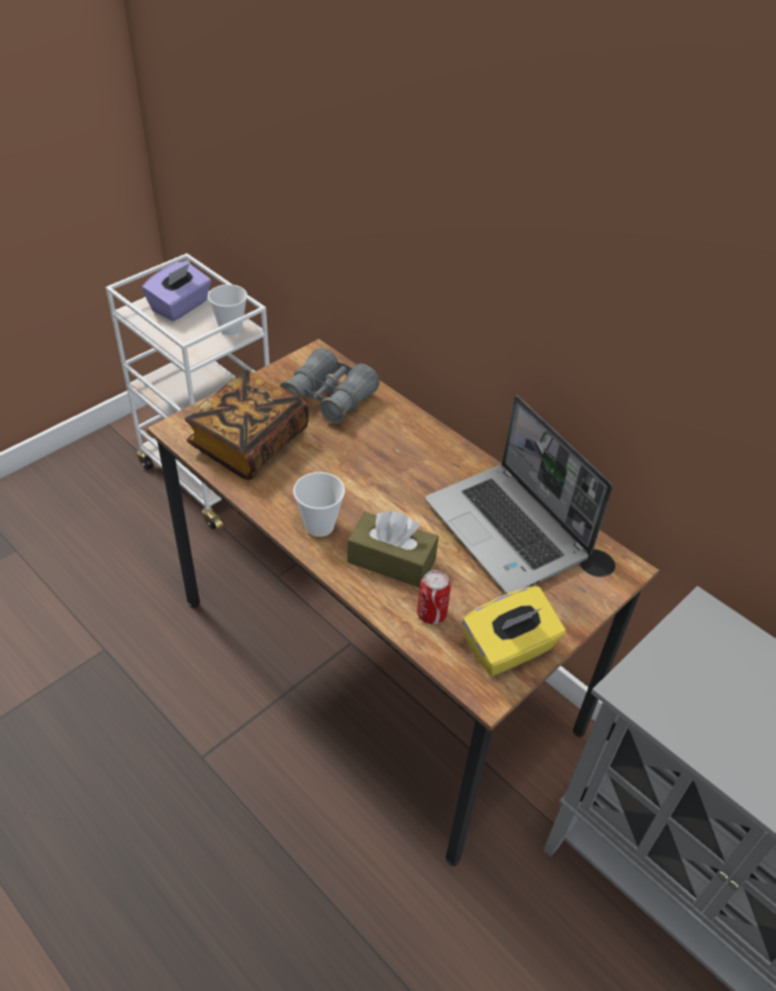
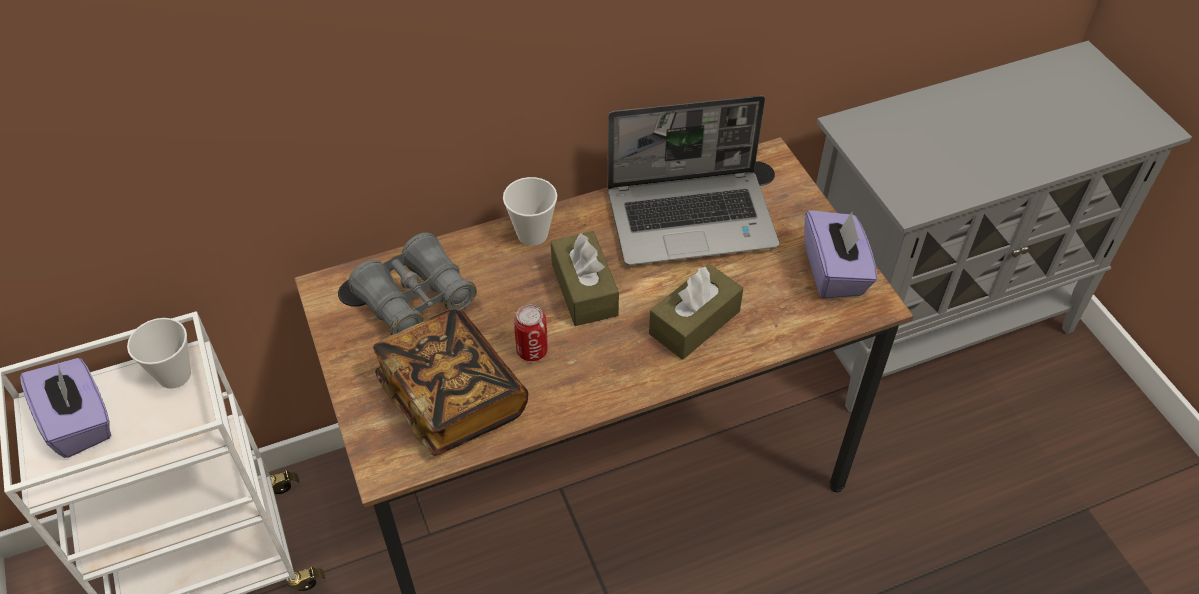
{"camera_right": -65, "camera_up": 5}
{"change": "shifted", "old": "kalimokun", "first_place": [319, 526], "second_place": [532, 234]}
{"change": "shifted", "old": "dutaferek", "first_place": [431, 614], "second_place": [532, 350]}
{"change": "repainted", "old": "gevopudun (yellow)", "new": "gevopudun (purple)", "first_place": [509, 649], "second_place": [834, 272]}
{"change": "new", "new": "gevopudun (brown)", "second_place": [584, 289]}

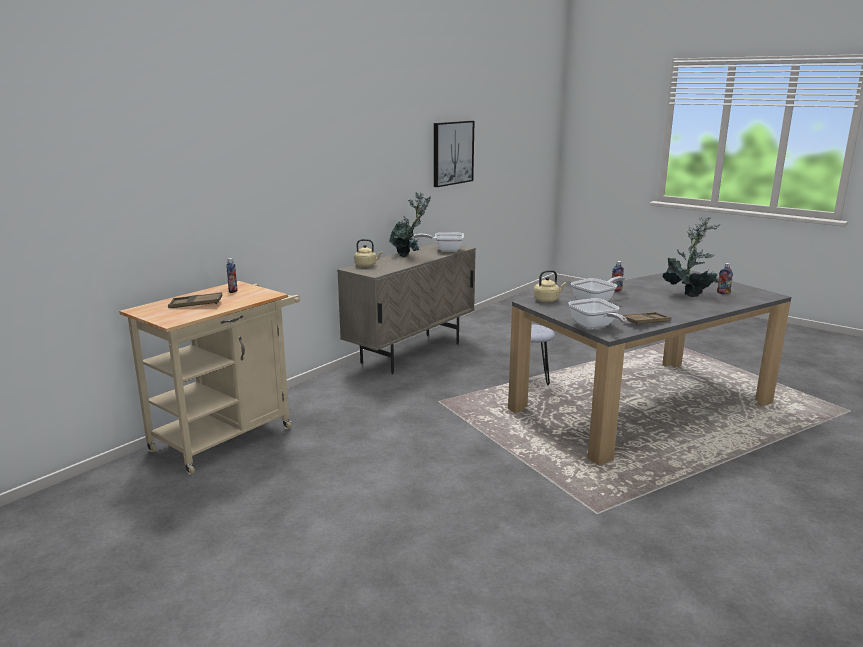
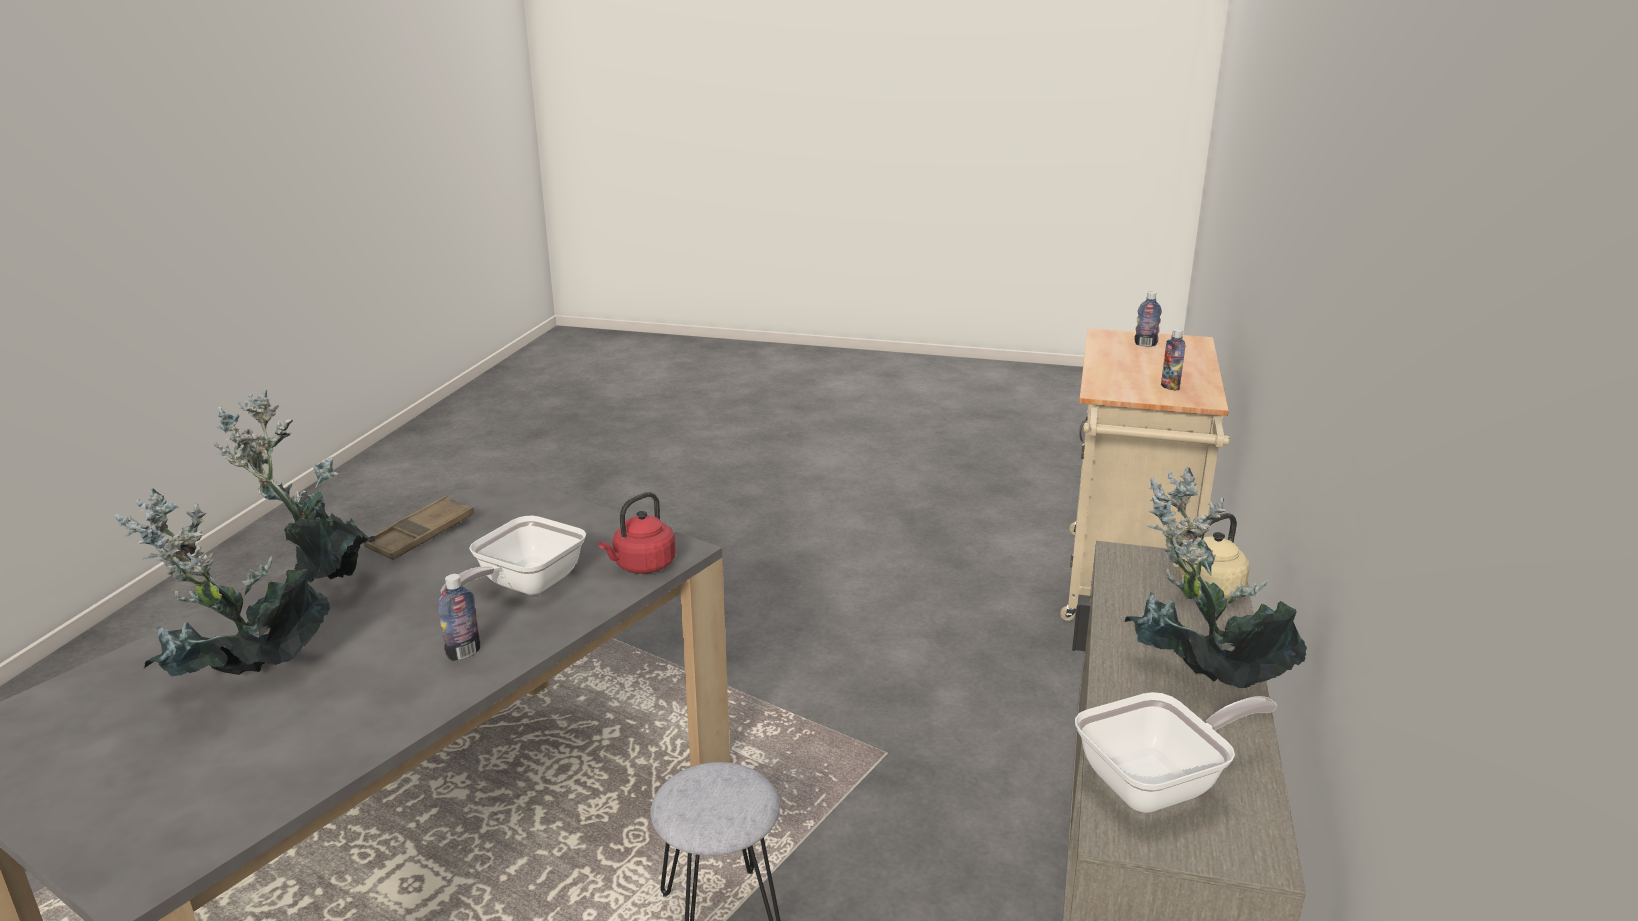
{"camera_right": 155, "camera_up": 5}
{"change": "gone", "old": "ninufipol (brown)", "first_place": [196, 304]}
{"change": "gone", "old": "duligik", "first_place": [452, 153]}
{"change": "repainted", "old": "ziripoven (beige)", "new": "ziripoven (red)", "first_place": [547, 300], "second_place": [642, 566]}
{"change": "gone", "old": "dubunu", "first_place": [594, 326]}
{"change": "shifted", "old": "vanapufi", "first_place": [723, 293], "second_place": [1145, 344]}
{"change": "new", "new": "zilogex", "second_place": [321, 580]}

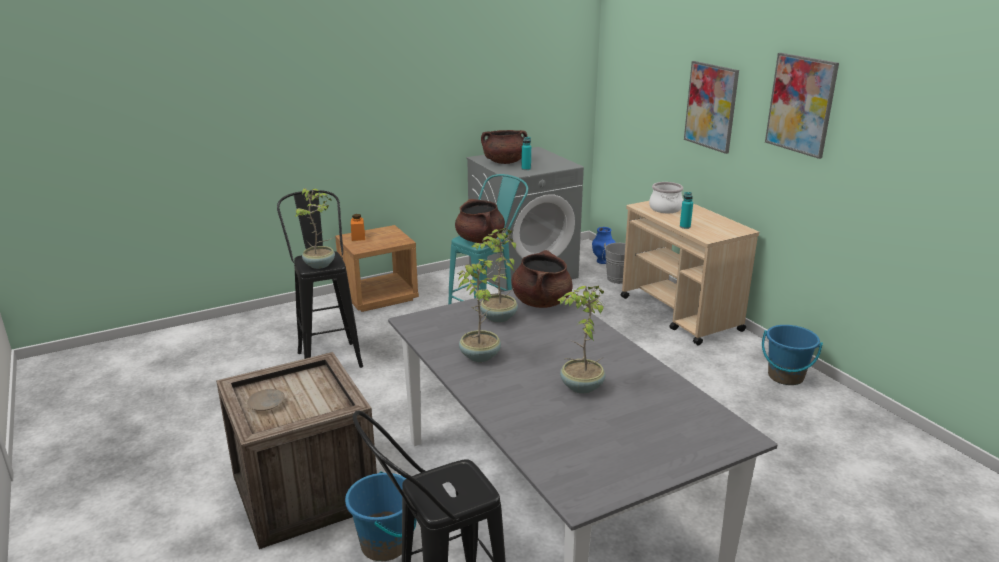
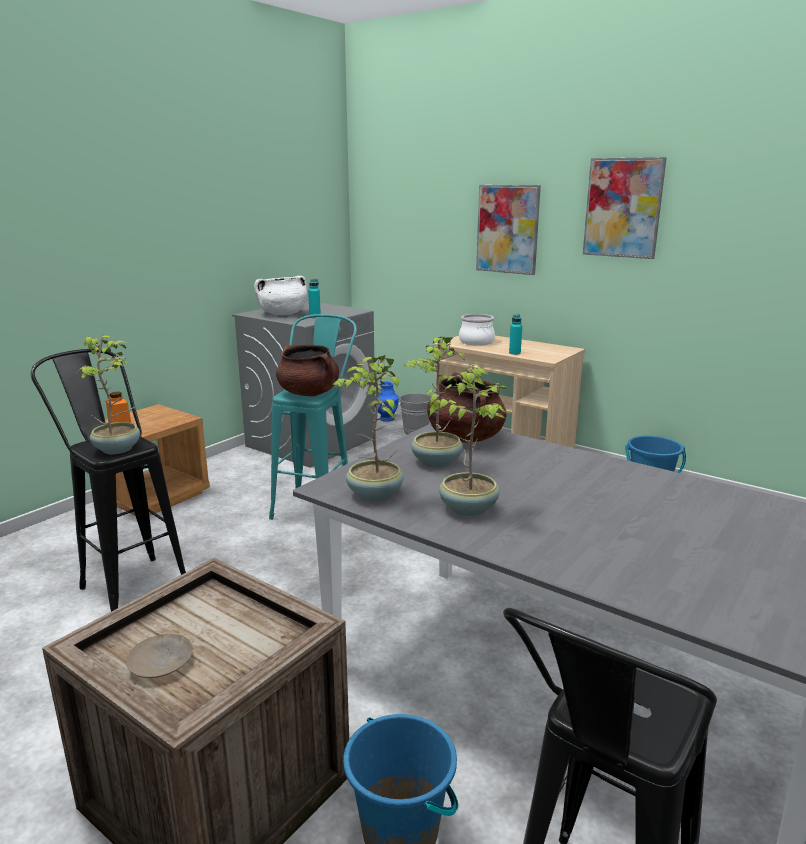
{"camera_right": -25, "camera_up": -5}
{"change": "repainted", "old": "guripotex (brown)", "new": "guripotex (white)", "first_place": [504, 162], "second_place": [283, 314]}
{"change": "shifted", "old": "zilogex", "first_place": [580, 387], "second_place": [373, 495]}

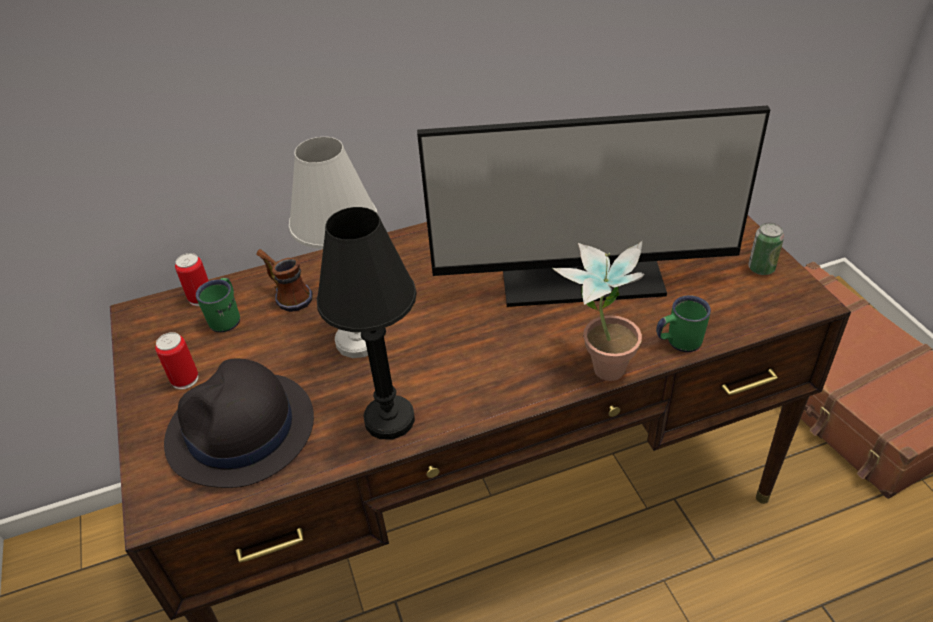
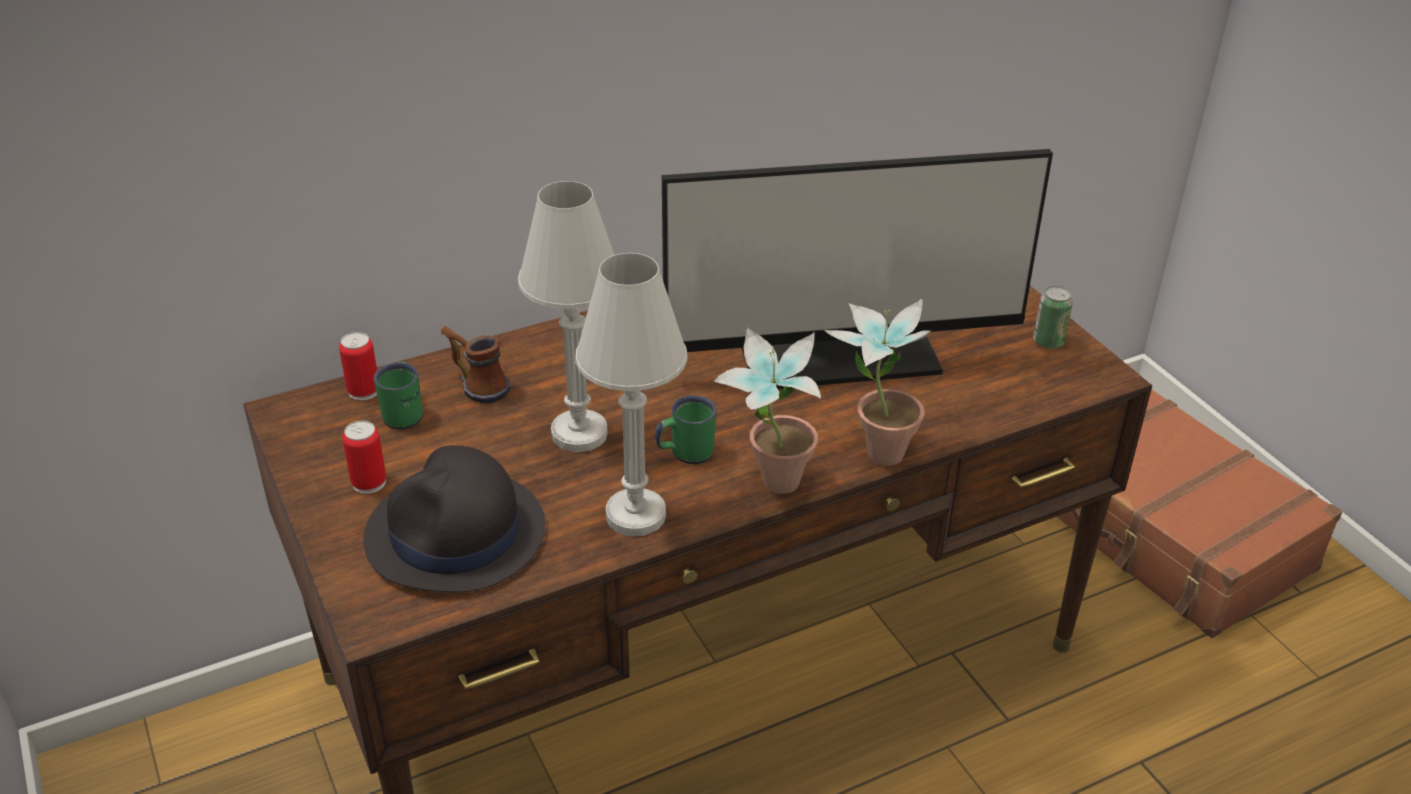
{"camera_right": -10, "camera_up": -5}
{"change": "repainted", "old": "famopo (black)", "new": "famopo (white)", "first_place": [389, 419], "second_place": [635, 515]}
{"change": "shifted", "old": "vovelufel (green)", "first_place": [678, 342], "second_place": [685, 453]}
{"change": "new", "new": "zilogex", "second_place": [768, 486]}

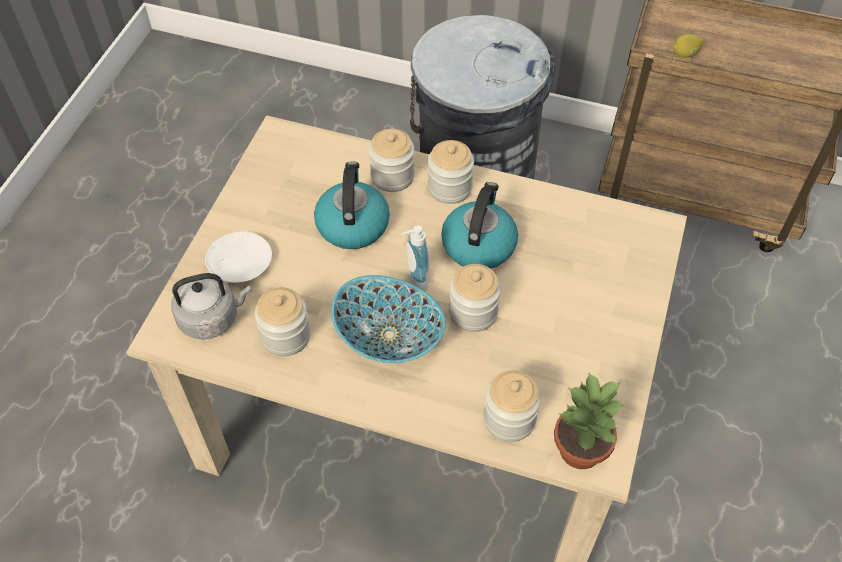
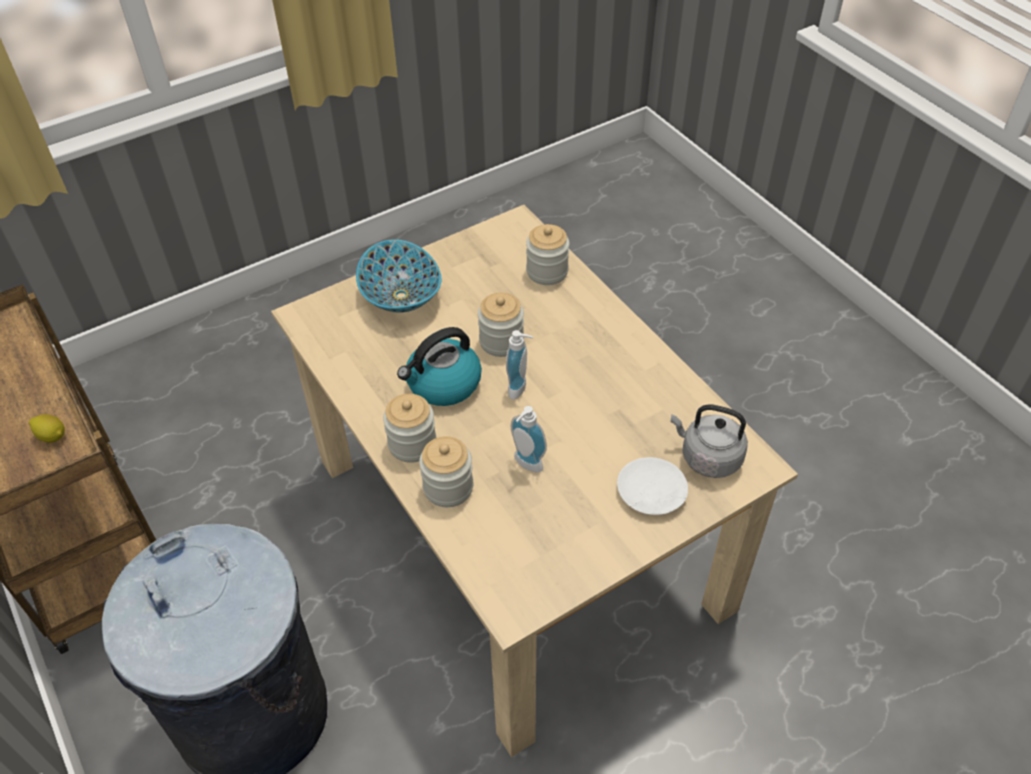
{"camera_right": -140, "camera_up": -5}
{"change": "gone", "old": "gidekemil", "first_place": [286, 336]}
{"change": "swapped", "old": "ziripoven", "new": "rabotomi", "first_place": [352, 224], "second_place": [525, 465]}
{"change": "shifted", "old": "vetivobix", "first_place": [388, 336], "second_place": [402, 295]}
{"change": "gone", "old": "zilogex", "first_place": [581, 448]}

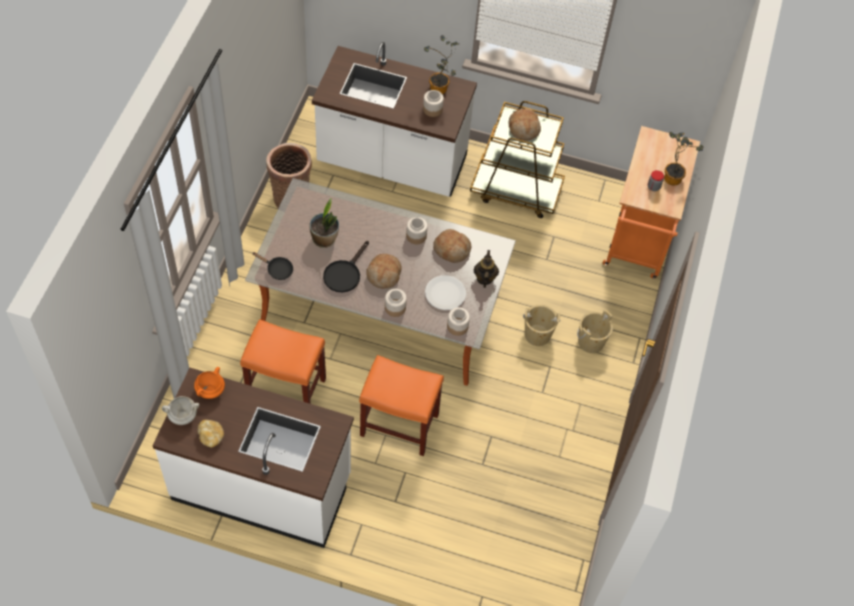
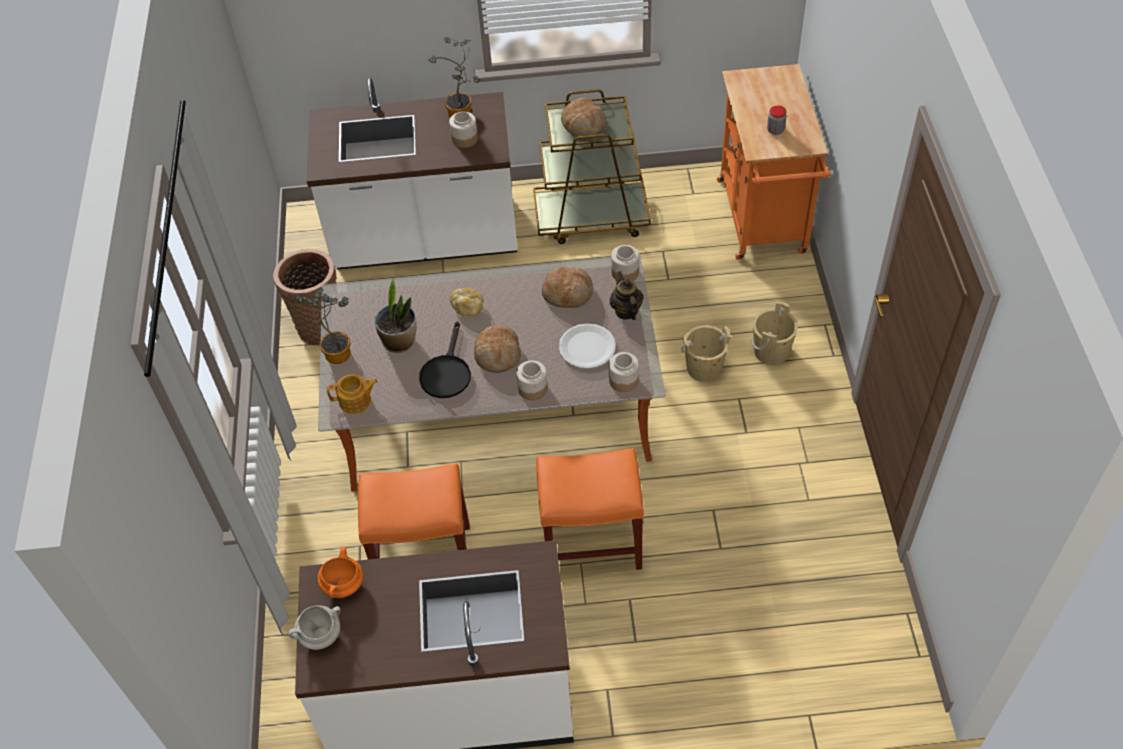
{"camera_right": -15, "camera_up": -5}
{"change": "shifted", "old": "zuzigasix", "first_place": [211, 436], "second_place": [468, 307]}
{"change": "swapped", "old": "dubunu (black)", "new": "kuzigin", "first_place": [277, 270], "second_place": [356, 401]}
{"change": "shifted", "old": "gidekemil", "first_place": [416, 236], "second_place": [624, 272]}
{"change": "shifted", "old": "zilogex", "first_place": [673, 176], "second_place": [337, 351]}

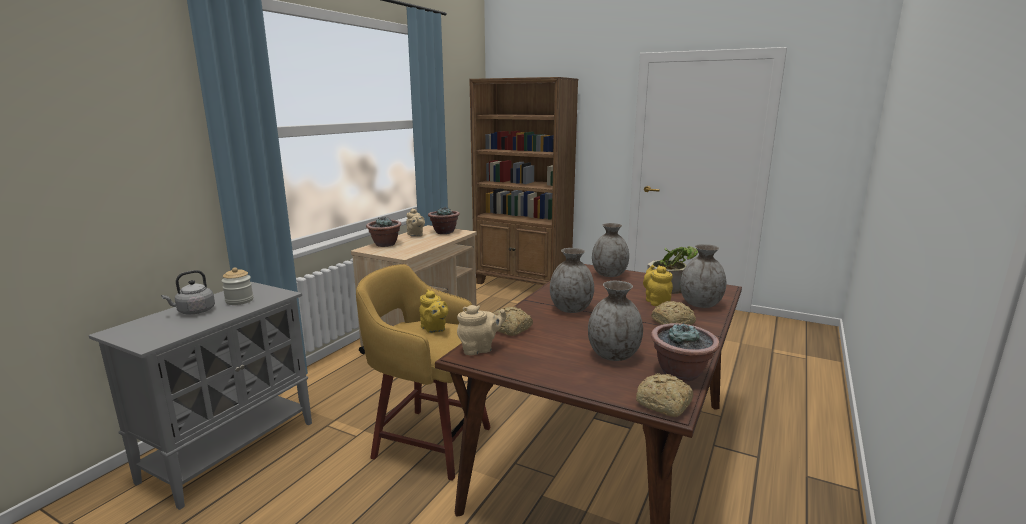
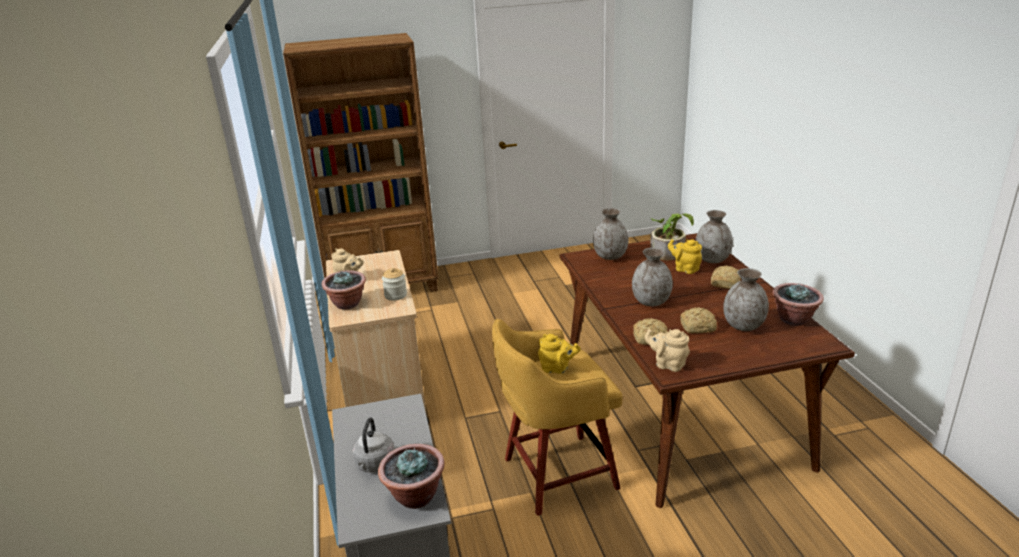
{"camera_right": -40, "camera_up": 10}
{"change": "shifted", "old": "gidekemil", "first_place": [239, 301], "second_place": [395, 295]}
{"change": "shifted", "old": "zilogex", "first_place": [444, 232], "second_place": [415, 496]}
{"change": "rotated", "old": "kuzigin (beige)", "first_place": [479, 349], "second_place": [668, 364], "degrees": -90}
{"change": "shifted", "old": "zuzigasix", "first_place": [665, 405], "second_place": [698, 327]}

